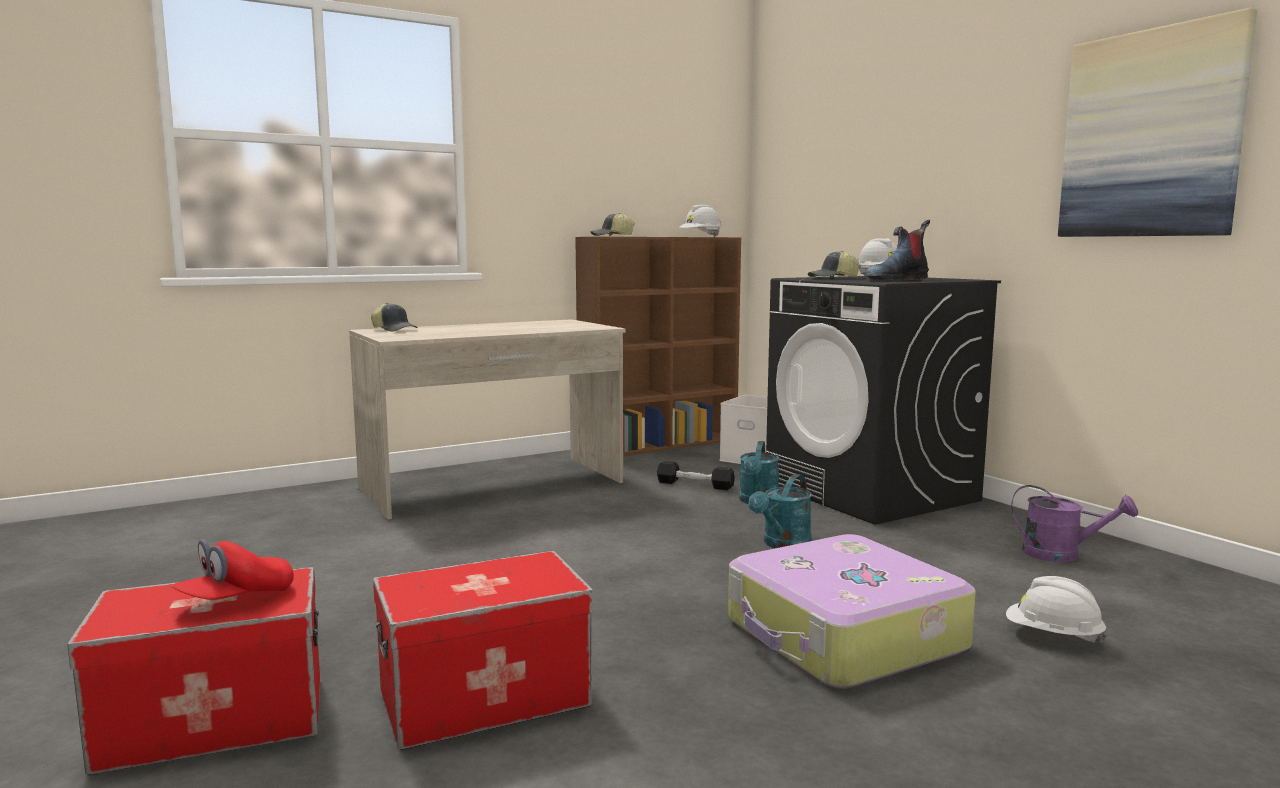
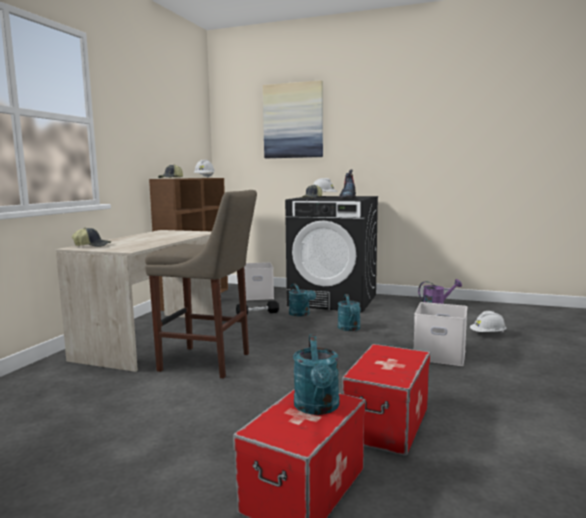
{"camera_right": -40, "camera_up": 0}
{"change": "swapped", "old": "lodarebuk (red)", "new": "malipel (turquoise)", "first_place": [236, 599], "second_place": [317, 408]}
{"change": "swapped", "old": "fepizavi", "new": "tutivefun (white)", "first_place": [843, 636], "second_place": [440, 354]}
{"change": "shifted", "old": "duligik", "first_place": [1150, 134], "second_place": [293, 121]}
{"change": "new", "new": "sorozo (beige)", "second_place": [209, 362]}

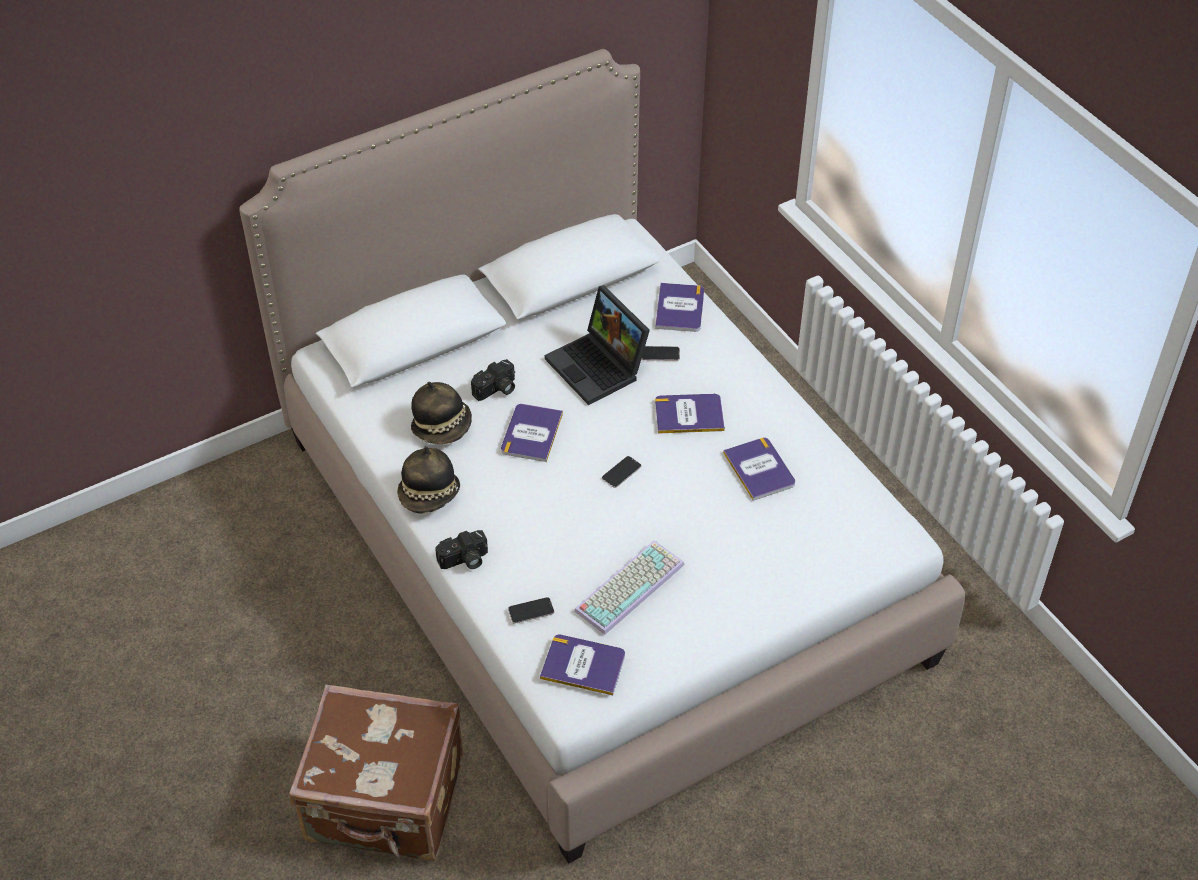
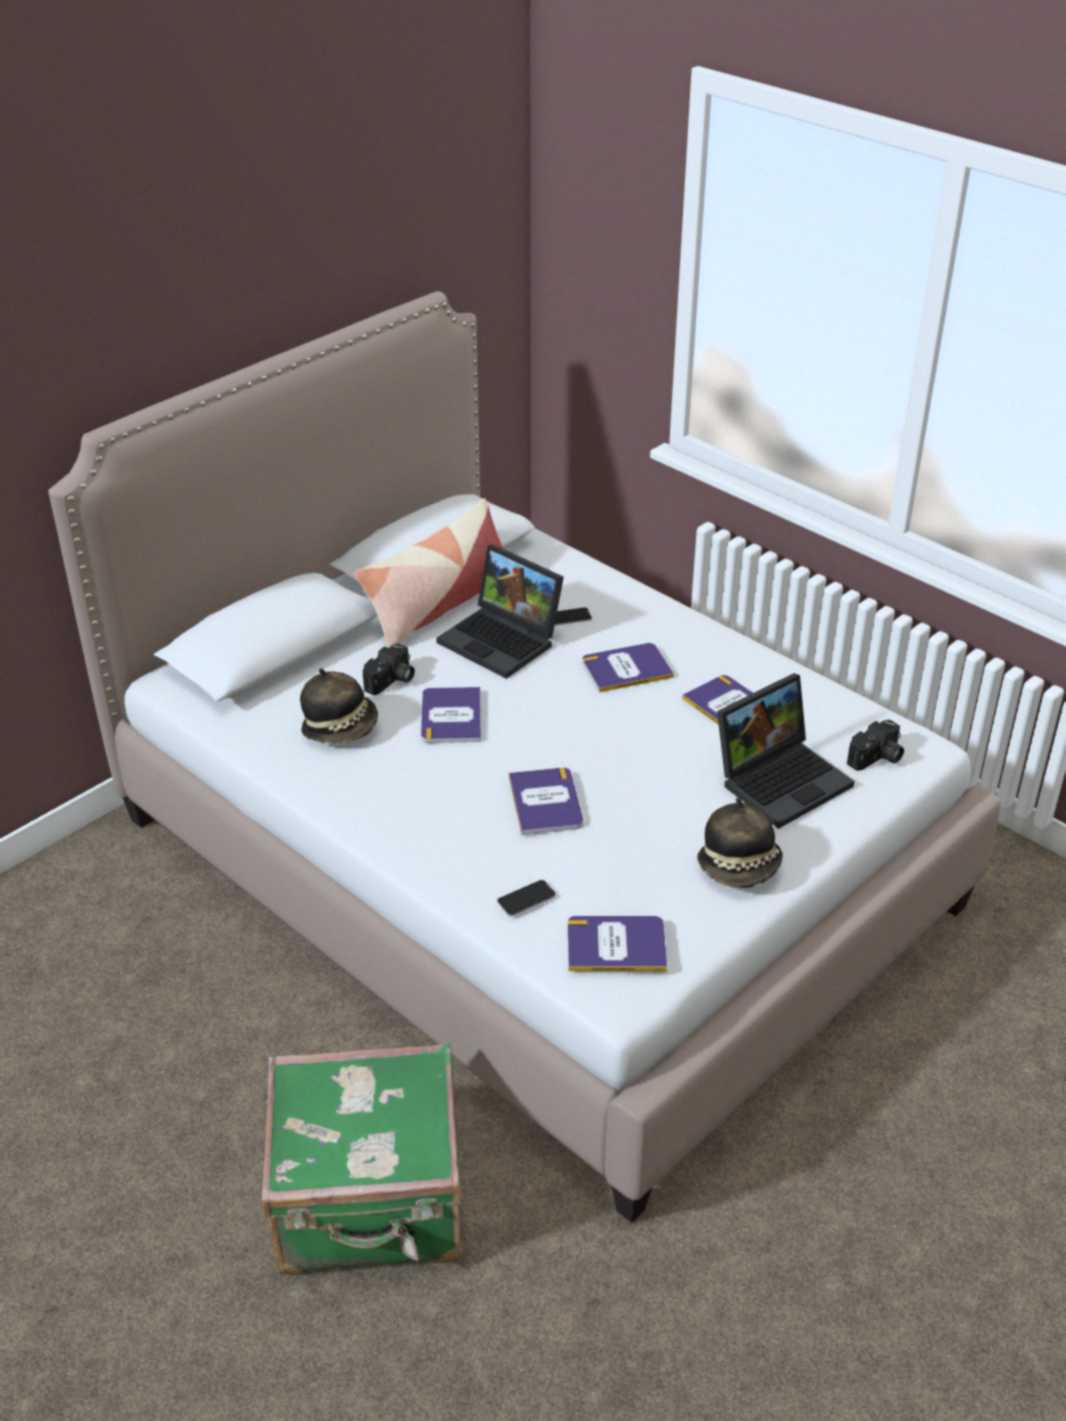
{"camera_right": -15, "camera_up": -10}
{"change": "repainted", "old": "fepizavi (brown)", "new": "fepizavi (green)", "first_place": [385, 802], "second_place": [371, 1203]}
{"change": "shifted", "old": "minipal", "first_place": [430, 495], "second_place": [740, 867]}
{"change": "shifted", "old": "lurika", "first_place": [464, 561], "second_place": [877, 758]}
{"change": "gone", "old": "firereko", "first_place": [629, 585]}
{"change": "gone", "old": "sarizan", "first_place": [621, 472]}
{"change": "shifted", "old": "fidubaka", "first_place": [680, 308], "second_place": [545, 802]}
{"change": "new", "new": "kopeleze", "second_place": [439, 606]}
{"change": "new", "new": "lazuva", "second_place": [782, 778]}

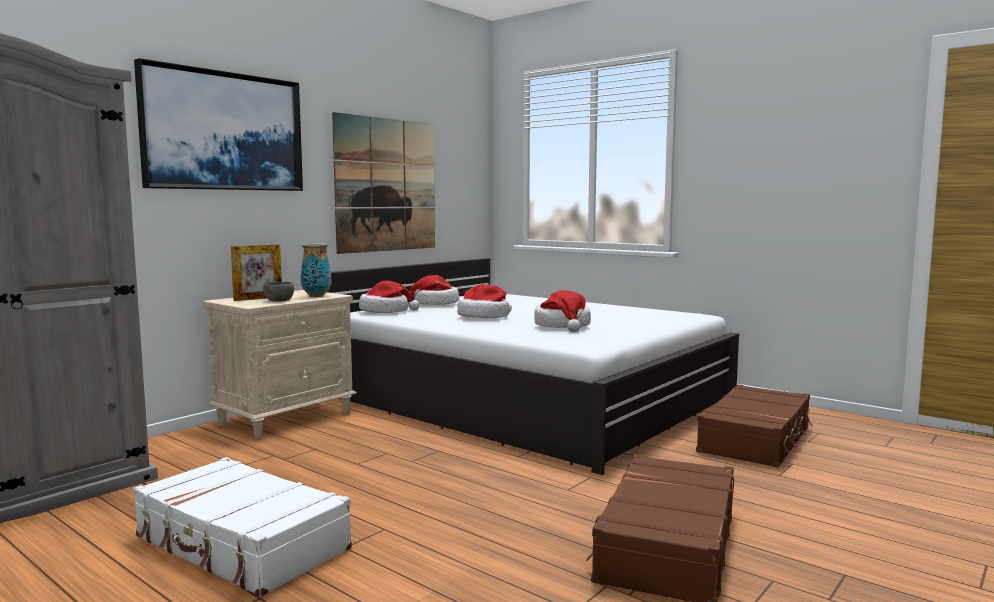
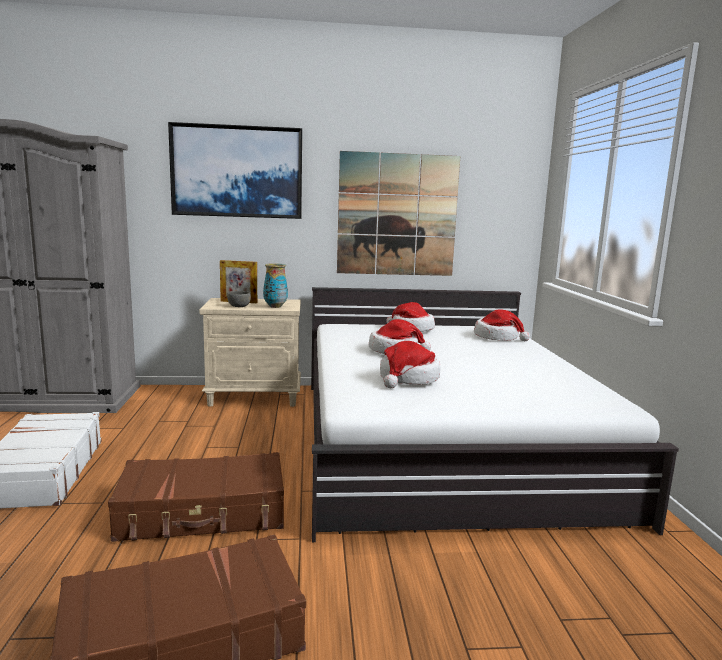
{"camera_right": 45, "camera_up": 5}
{"change": "shifted", "old": "minipal", "first_place": [386, 311], "second_place": [497, 337]}
{"change": "shifted", "old": "fepizavi (brown)", "first_place": [756, 440], "second_place": [203, 513]}

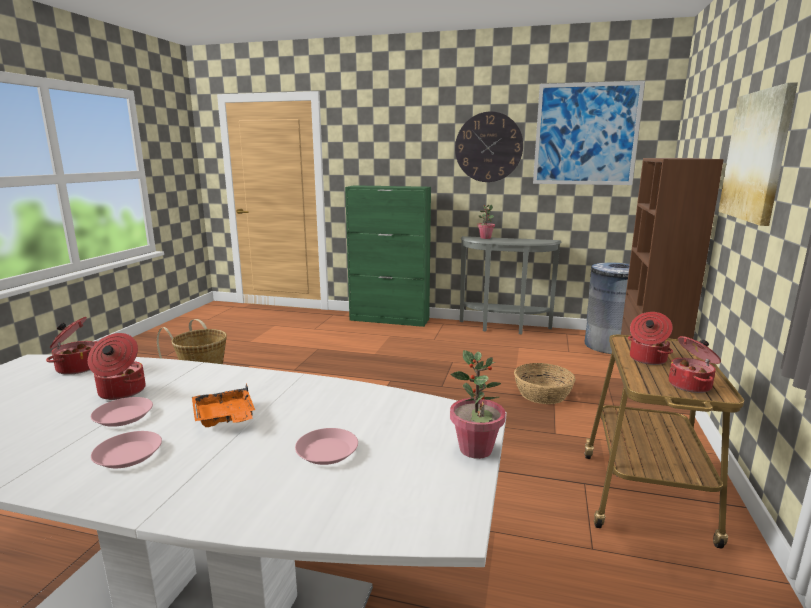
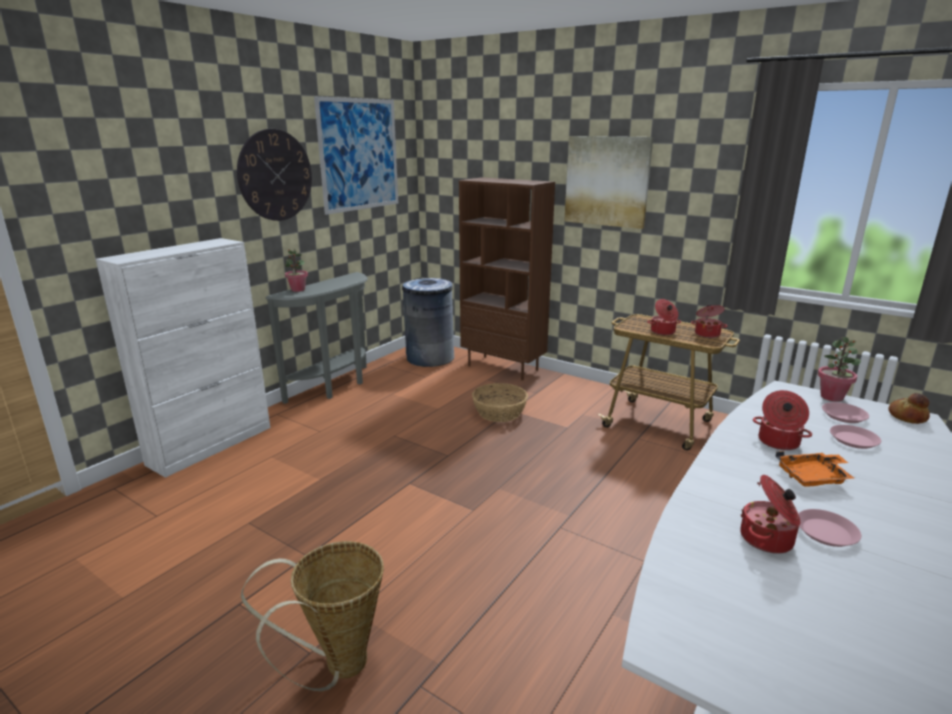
{"camera_right": -70, "camera_up": 5}
{"change": "shifted", "old": "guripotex", "first_place": [77, 367], "second_place": [778, 442]}
{"change": "shifted", "old": "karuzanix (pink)", "first_place": [128, 454], "second_place": [843, 416]}
{"change": "repainted", "old": "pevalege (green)", "new": "pevalege (white)", "first_place": [389, 320], "second_place": [211, 445]}
{"change": "new", "new": "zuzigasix", "second_place": [906, 416]}

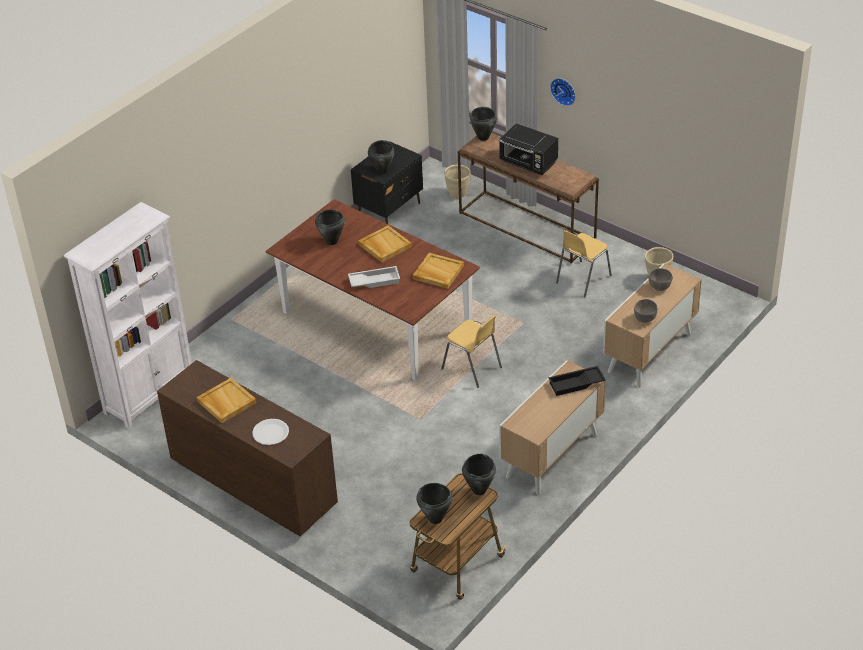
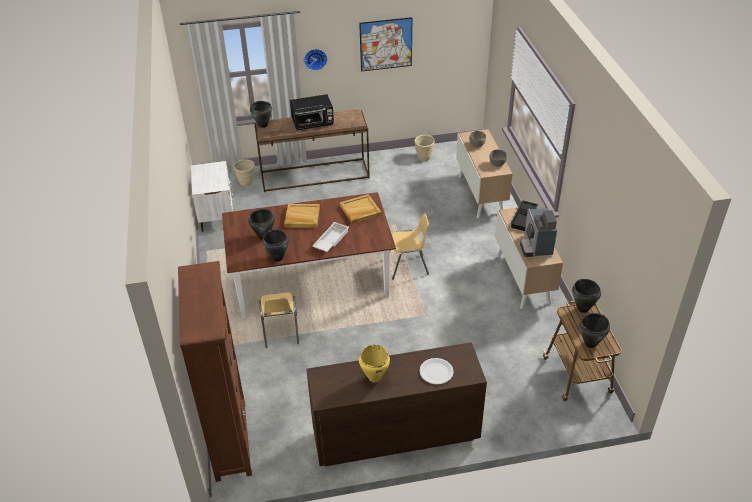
{"camera_right": -50, "camera_up": 0}
{"change": "repainted", "old": "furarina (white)", "new": "furarina (brown)", "first_place": [150, 394], "second_place": [231, 440]}
{"change": "swapped", "old": "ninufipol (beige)", "new": "guripotex (yellow)", "first_place": [226, 402], "second_place": [374, 377]}
{"change": "repainted", "old": "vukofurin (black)", "new": "vukofurin (white)", "first_place": [390, 209], "second_place": [217, 216]}
{"change": "shifted", "old": "guripotex (black)", "first_place": [382, 171], "second_place": [277, 258]}
{"change": "shifted", "old": "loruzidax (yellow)", "first_place": [582, 279], "second_place": [280, 332]}
{"change": "new", "new": "duligik", "second_place": [386, 44]}
{"change": "new", "new": "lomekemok", "second_place": [536, 246]}

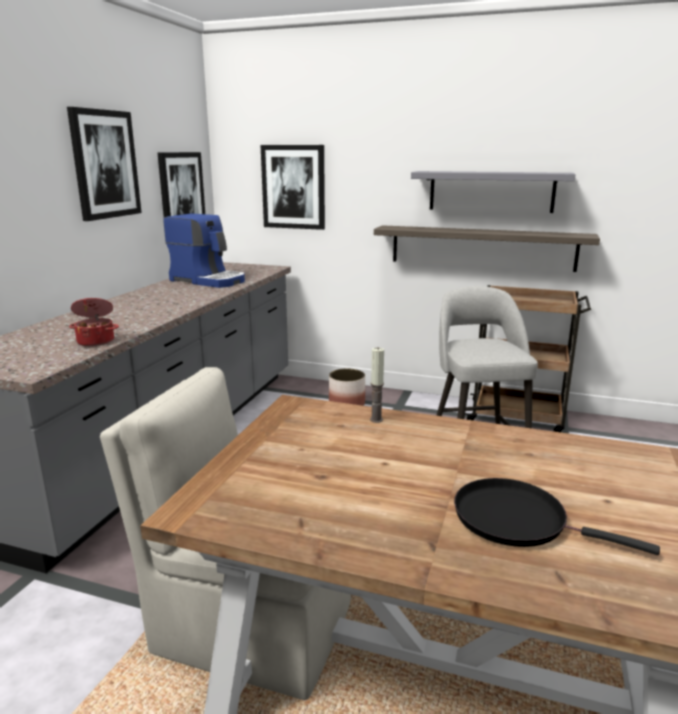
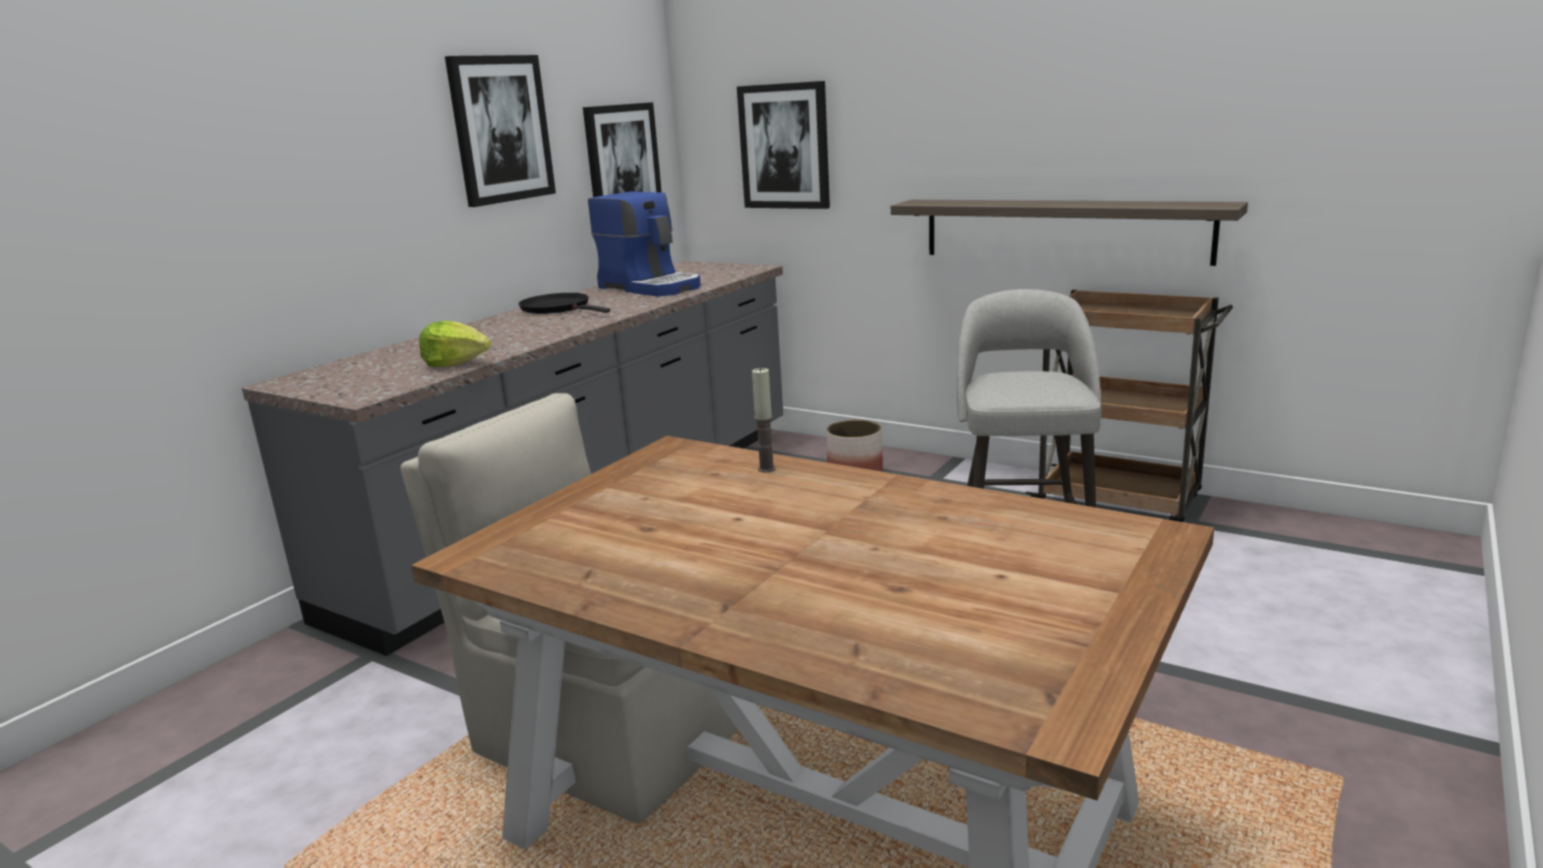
{"camera_right": 15, "camera_up": 0}
{"change": "swapped", "old": "guripotex", "new": "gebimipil", "first_place": [96, 341], "second_place": [456, 363]}
{"change": "gone", "old": "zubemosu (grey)", "first_place": [491, 191]}
{"change": "shifted", "old": "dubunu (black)", "first_place": [517, 520], "second_place": [558, 308]}

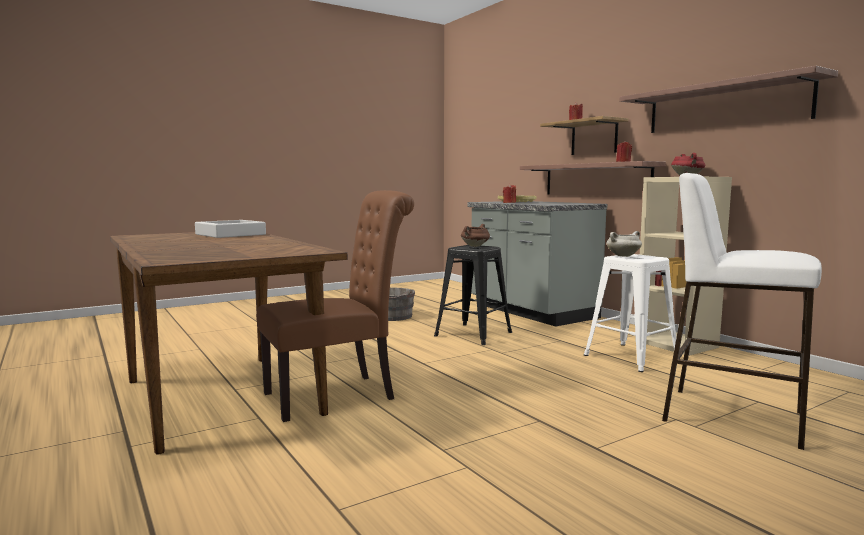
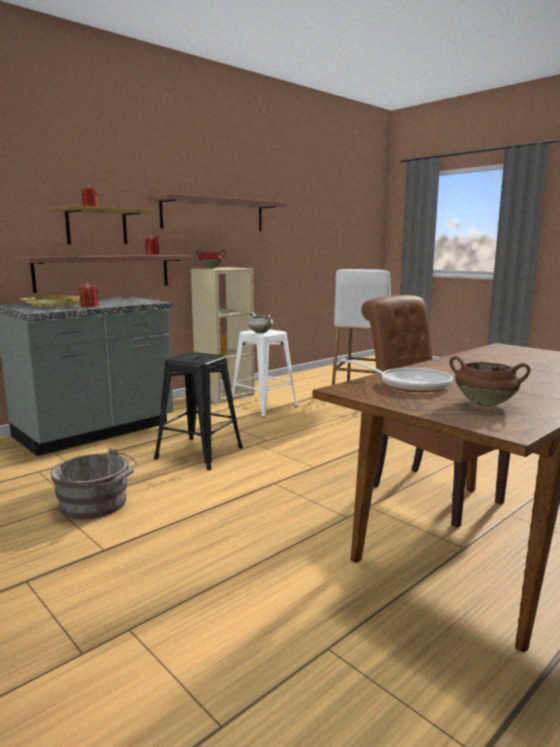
{"camera_right": -100, "camera_up": 5}
{"change": "swapped", "old": "ninufipol (grey)", "new": "dubunu", "first_place": [230, 234], "second_place": [409, 384]}
{"change": "shifted", "old": "guripotex (brown)", "first_place": [475, 246], "second_place": [485, 404]}

